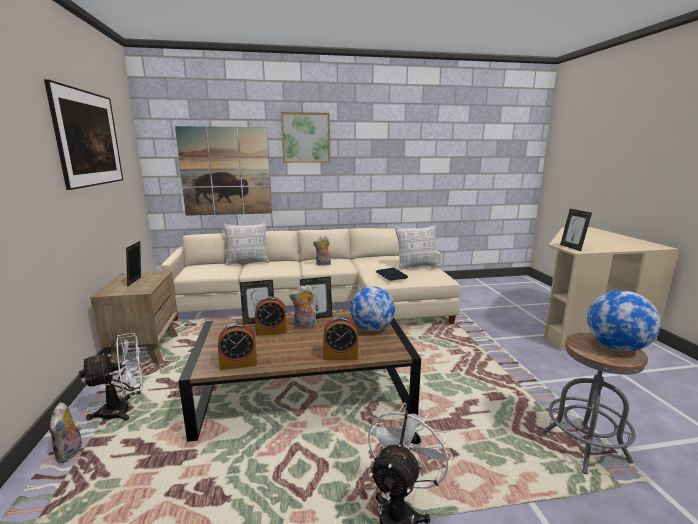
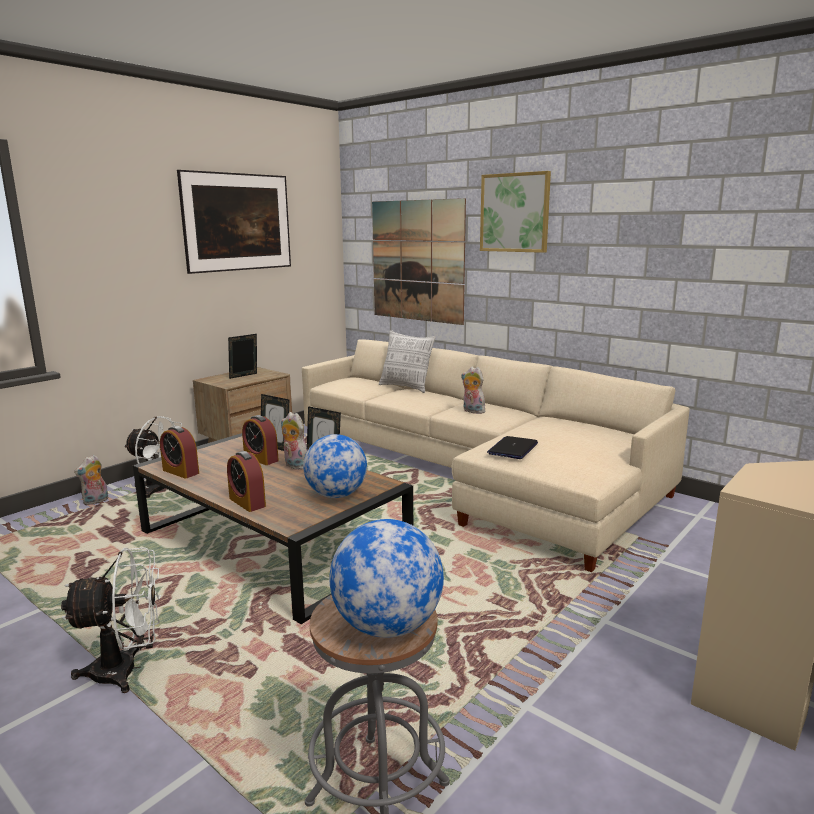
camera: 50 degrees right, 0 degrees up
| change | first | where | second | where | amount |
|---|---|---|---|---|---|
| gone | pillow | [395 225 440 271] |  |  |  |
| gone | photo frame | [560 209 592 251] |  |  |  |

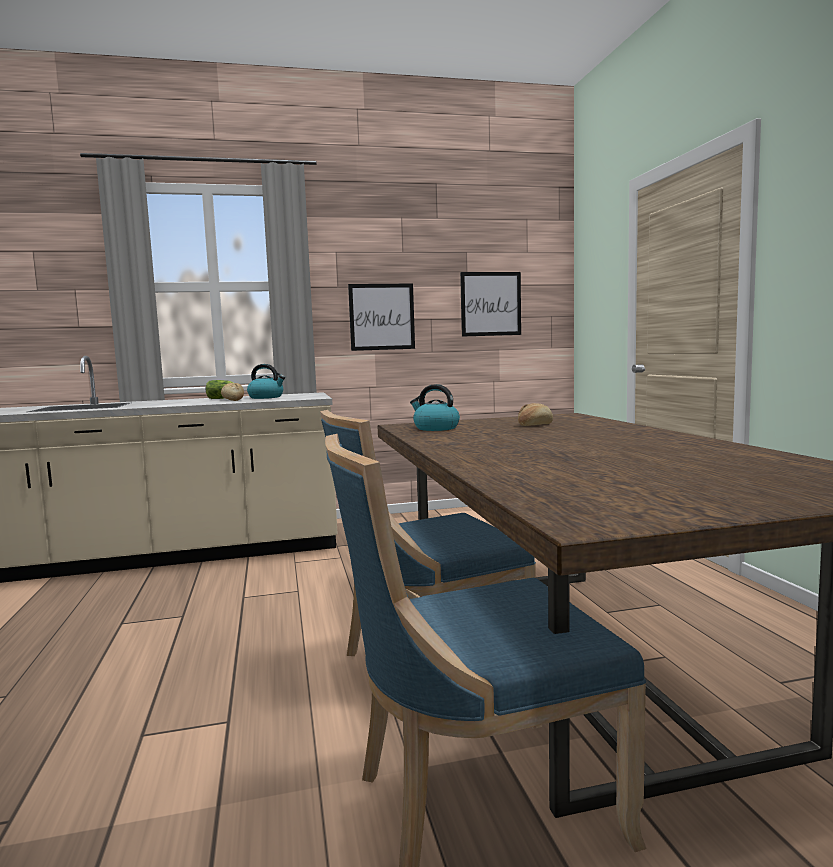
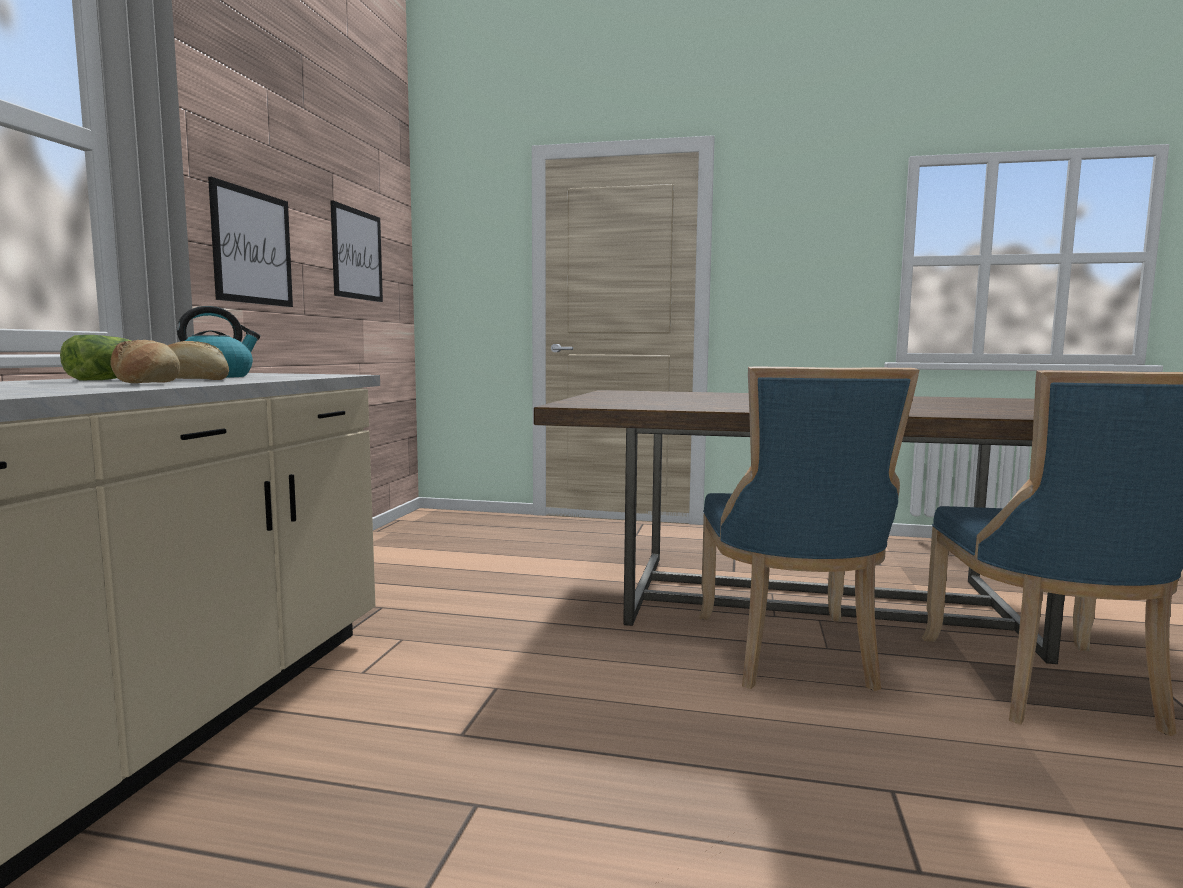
camera: 65 degrees left, 0 degrees up
| change | first | where | second | where | amount |
|---|---|---|---|---|---|
| gone | tea kettle | [410 384 460 431] |  |  |  |
| shifted | baked bread | [518 403 553 426] |  | [111 340 180 383] |  |

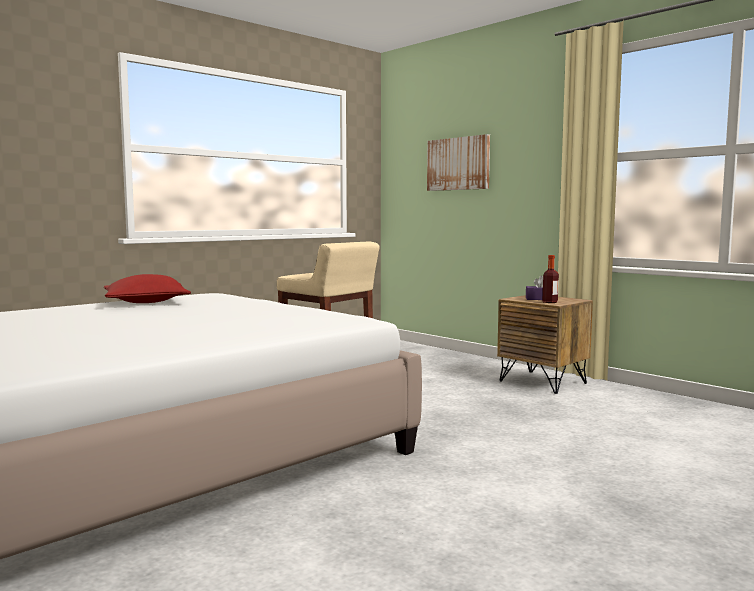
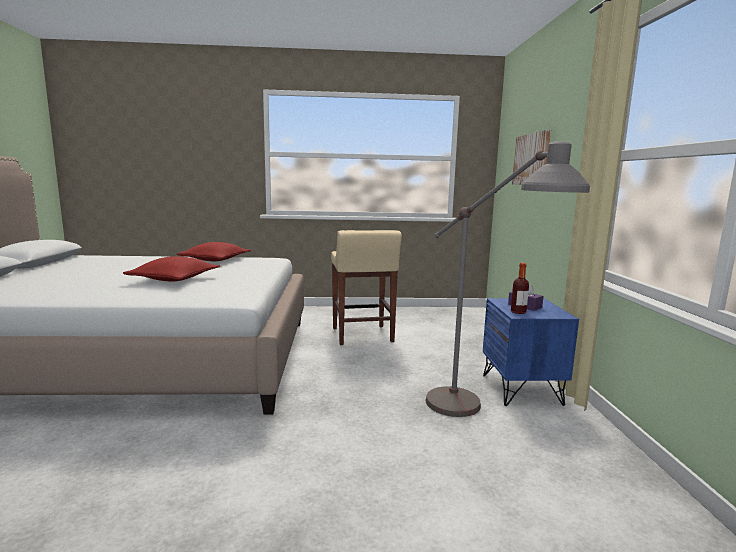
camera: 40 degrees right, 5 degrees up
| change | first | where | second | where | amount |
|---|---|---|---|---|---|
| repainted | brown-coloured night table | [497 295 593 394] | blue night table | [483 298 579 406] |  |
| new |  |  | red-coloured pillow | [123 256 220 282] |  |
| new |  |  | gray standard lamp | [425 141 590 417] |  |

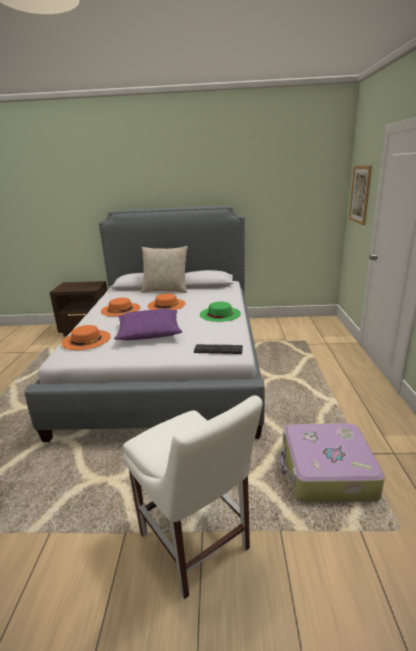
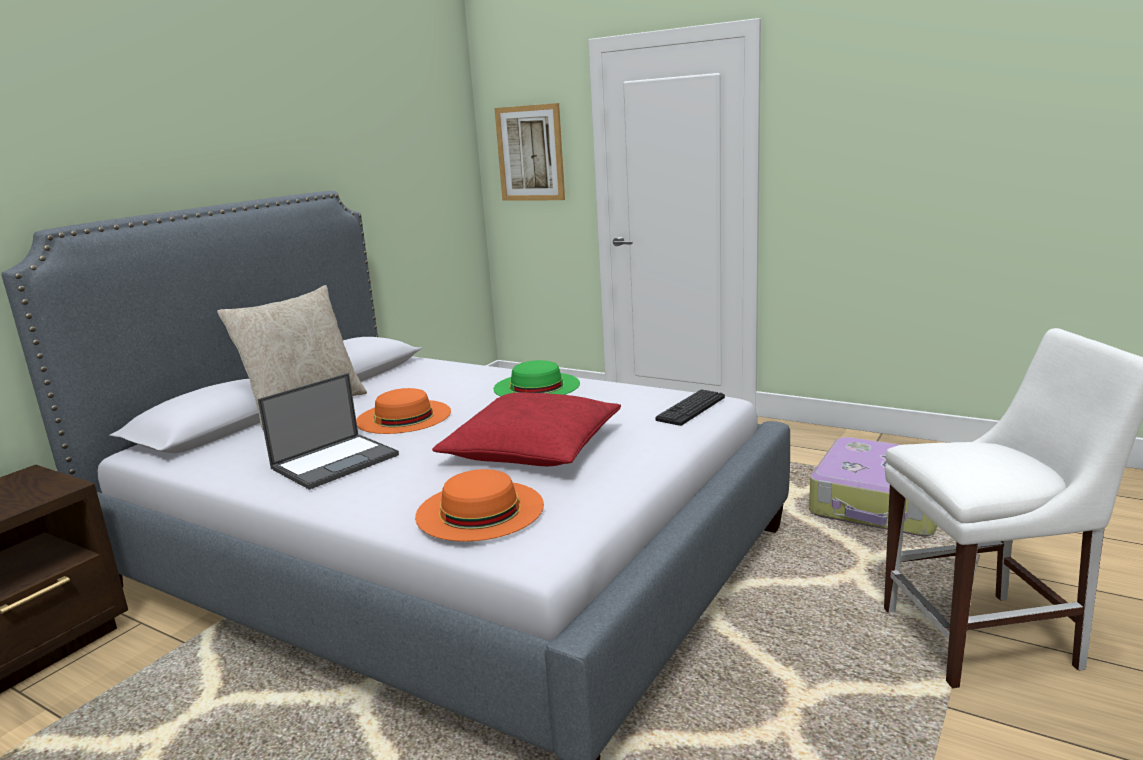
camera: 60 degrees left, 5 degrees down
| change | first | where | second | where | amount |
|---|---|---|---|---|---|
| swapped | orange-coloured wearable hat | [101 298 140 316] | portable computer | [258 373 399 490] |  |
| repainted | purple-coloured pillow | [114 309 183 340] | red-coloured pillow | [432 392 621 466] |  |

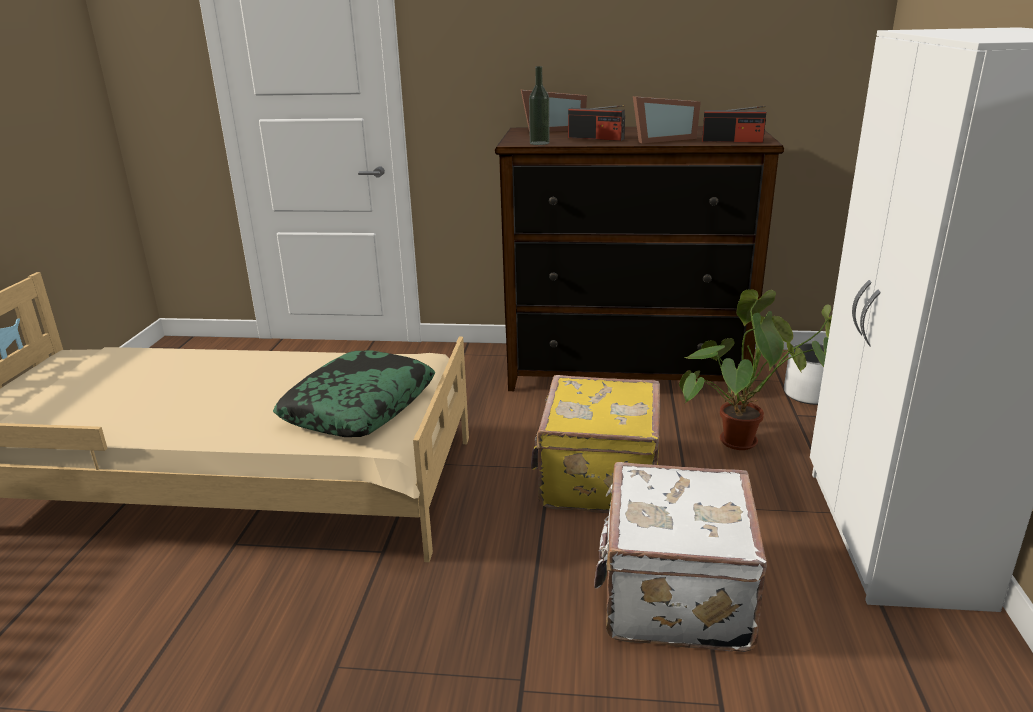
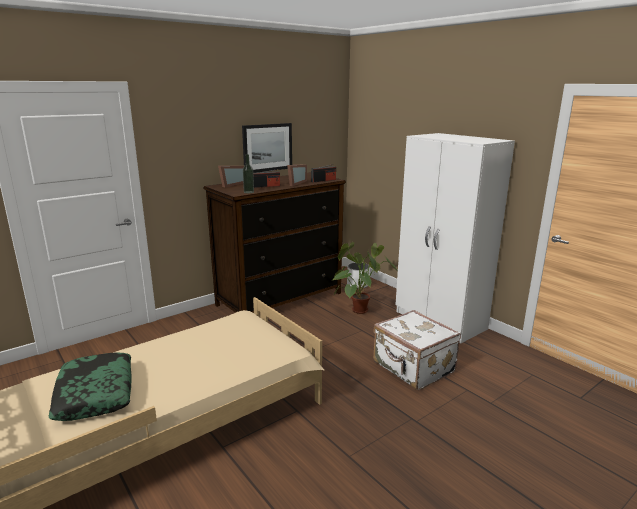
camera: 45 degrees left, 5 degrees down
| change | first | where | second | where | amount |
|---|---|---|---|---|---|
| shifted | pillow | [273 350 435 437] |  | [49 352 132 421] |  |
| gone | yellow-coloured piece of luggage | [531 375 660 513] |  |  |  |
| new |  |  | picture | [242 123 292 173] |  |

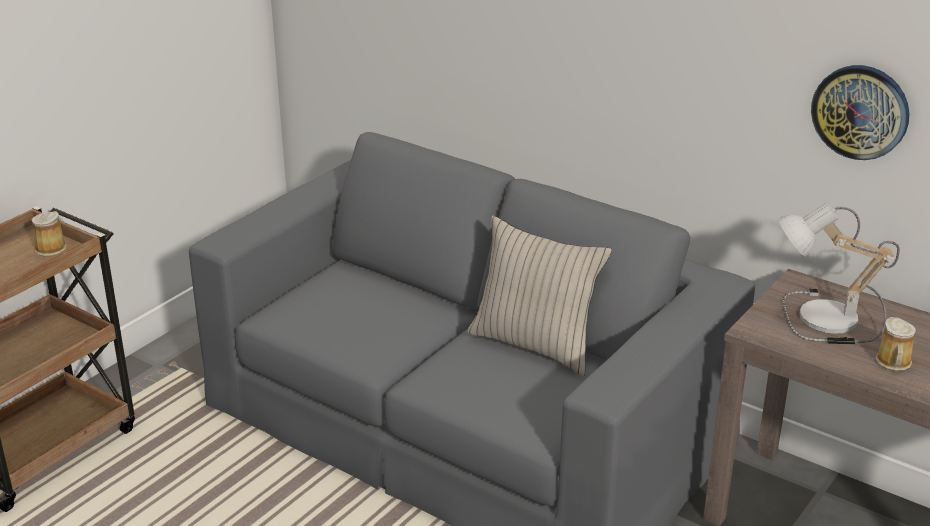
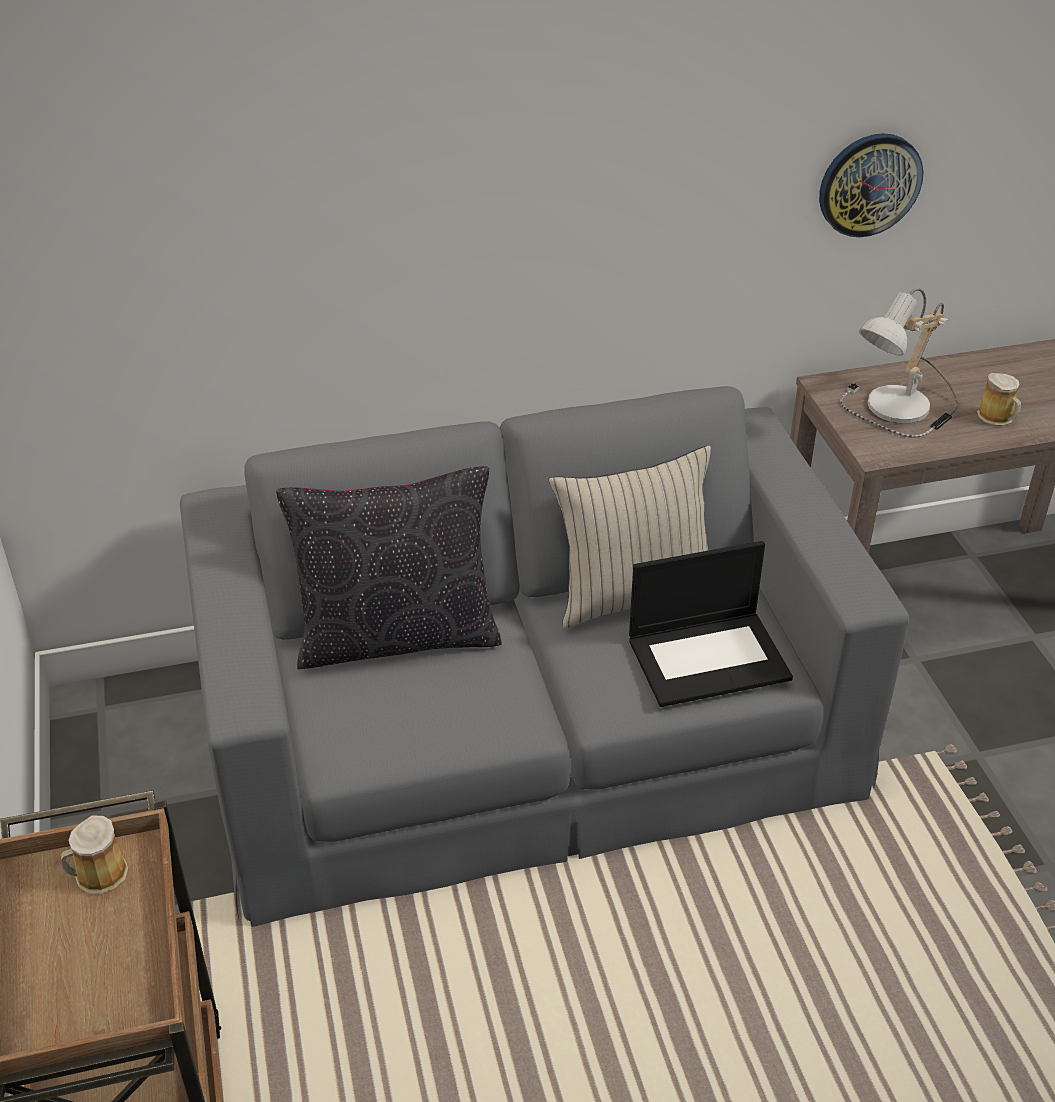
camera: 50 degrees left, 10 degrees up
| change | first | where | second | where | amount |
|---|---|---|---|---|---|
| new |  |  | blackish pillow | [276 466 502 669] |  |
| new |  |  | portable computer | [629 541 793 707] |  |

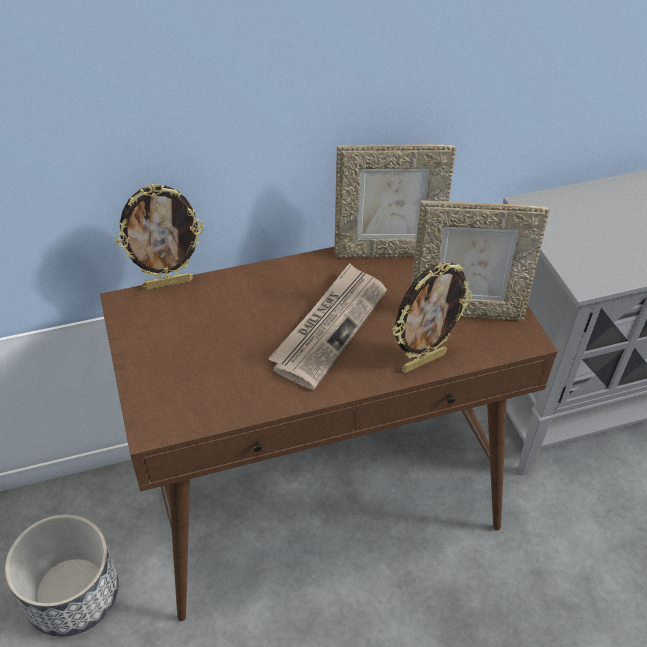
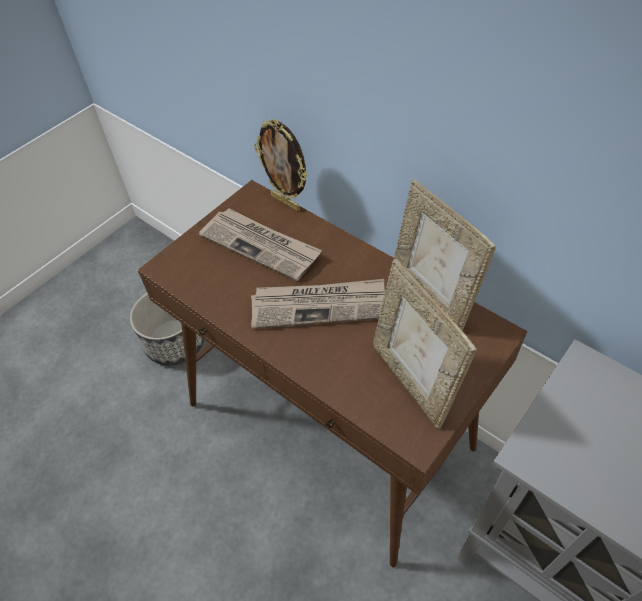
camera: 60 degrees right, 5 degrees up
| change | first | where | second | where | amount |
|---|---|---|---|---|---|
| gone | photo frame | [392 262 473 373] |  |  |  |
| new |  |  | printed paper | [199 208 322 281] |  |

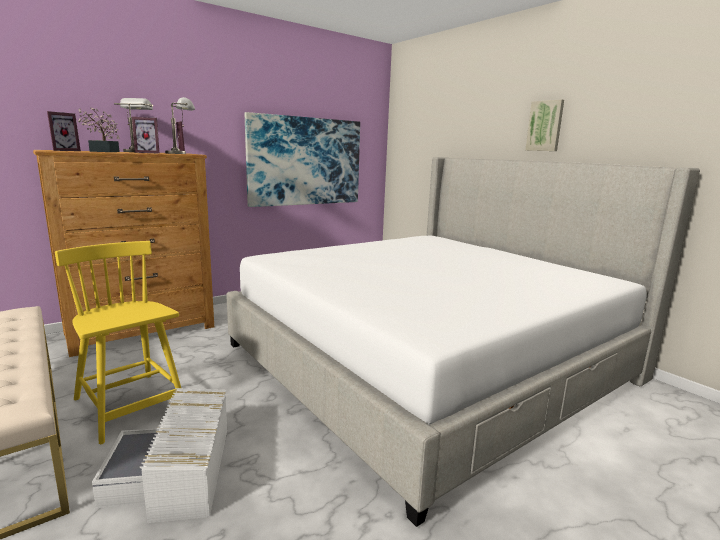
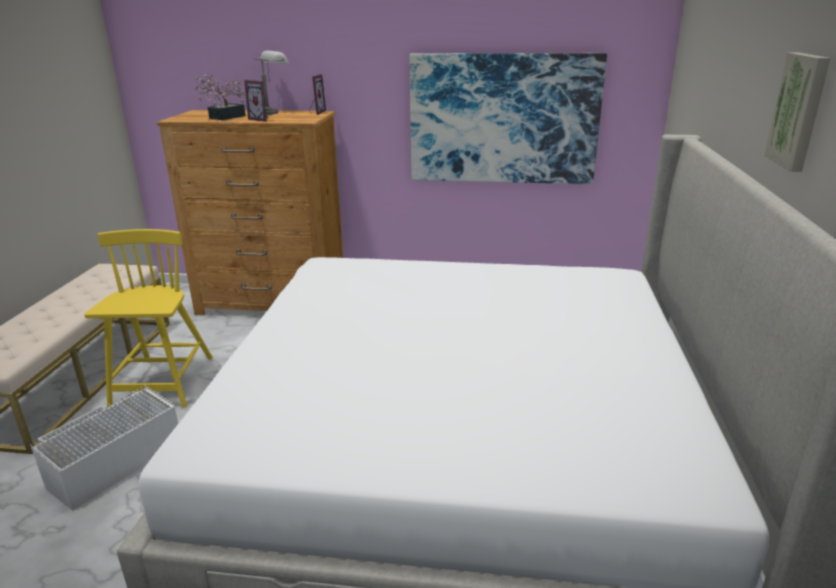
camera: 45 degrees right, 10 degrees up
| change | first | where | second | where | amount |
|---|---|---|---|---|---|
| gone | photo frame | [47 111 81 151] |  |  |  |
| gone | gray tabletop lamp | [165 97 195 154] |  |  |  |

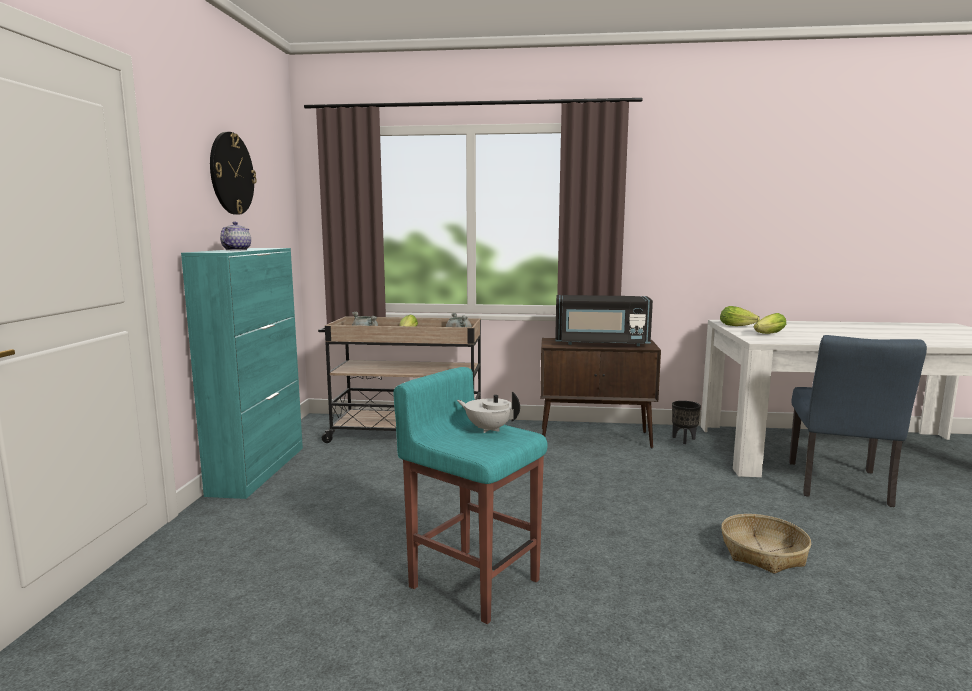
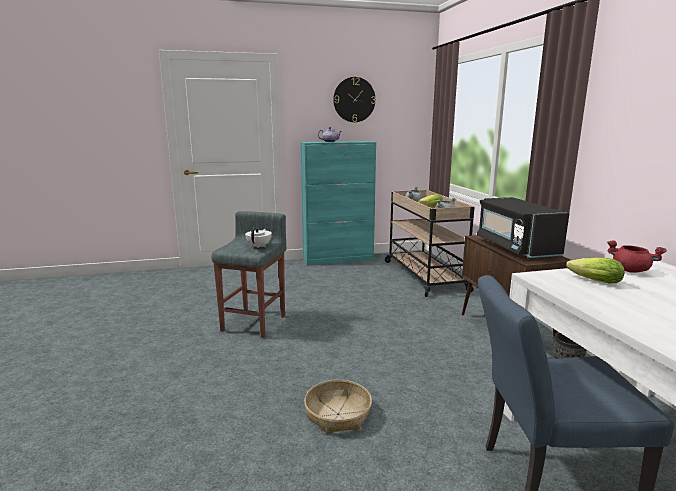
camera: 70 degrees right, 5 degrees up
| change | first | where | second | where | amount |
|---|---|---|---|---|---|
| repainted | blue-green sitting stool | [394 367 548 624] | gray sitting stool | [212 211 286 338] |  |
| swapped | lettuce head | [720 306 760 326] | red-coloured saucepot | [607 240 667 273] |  |

